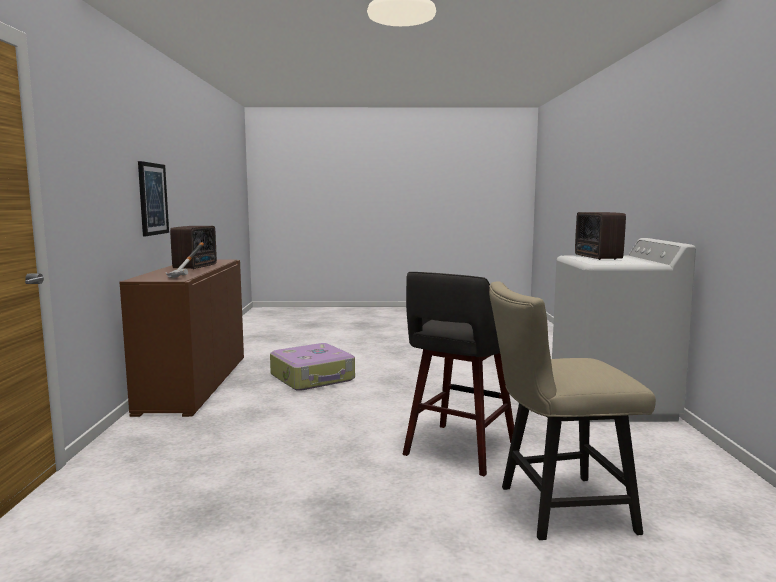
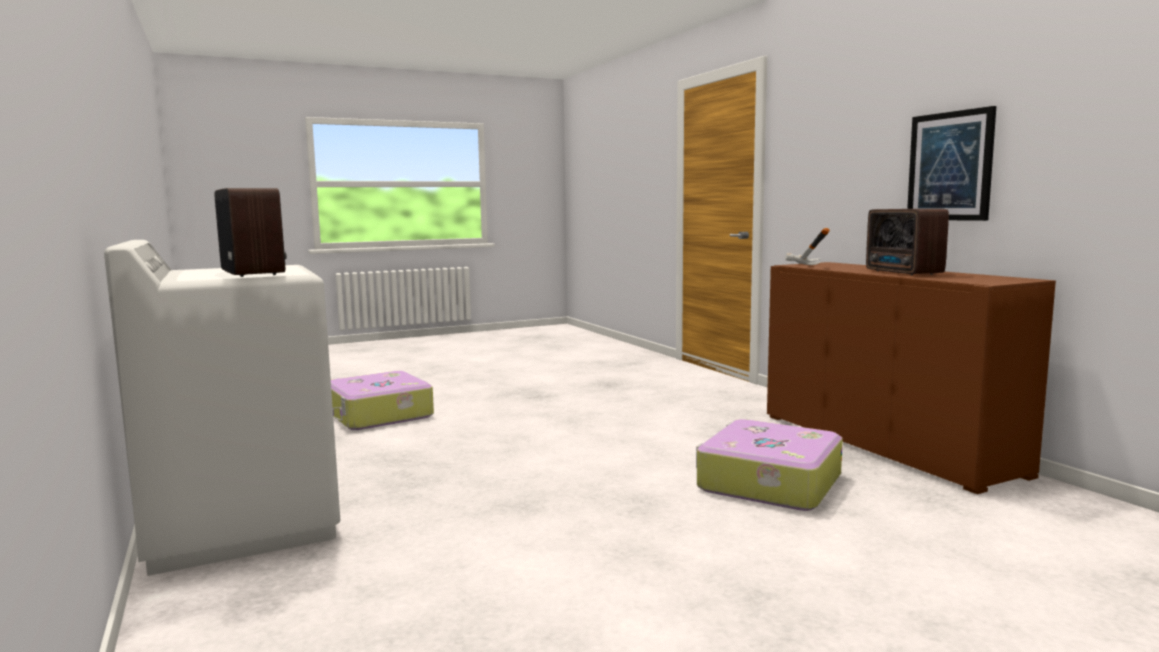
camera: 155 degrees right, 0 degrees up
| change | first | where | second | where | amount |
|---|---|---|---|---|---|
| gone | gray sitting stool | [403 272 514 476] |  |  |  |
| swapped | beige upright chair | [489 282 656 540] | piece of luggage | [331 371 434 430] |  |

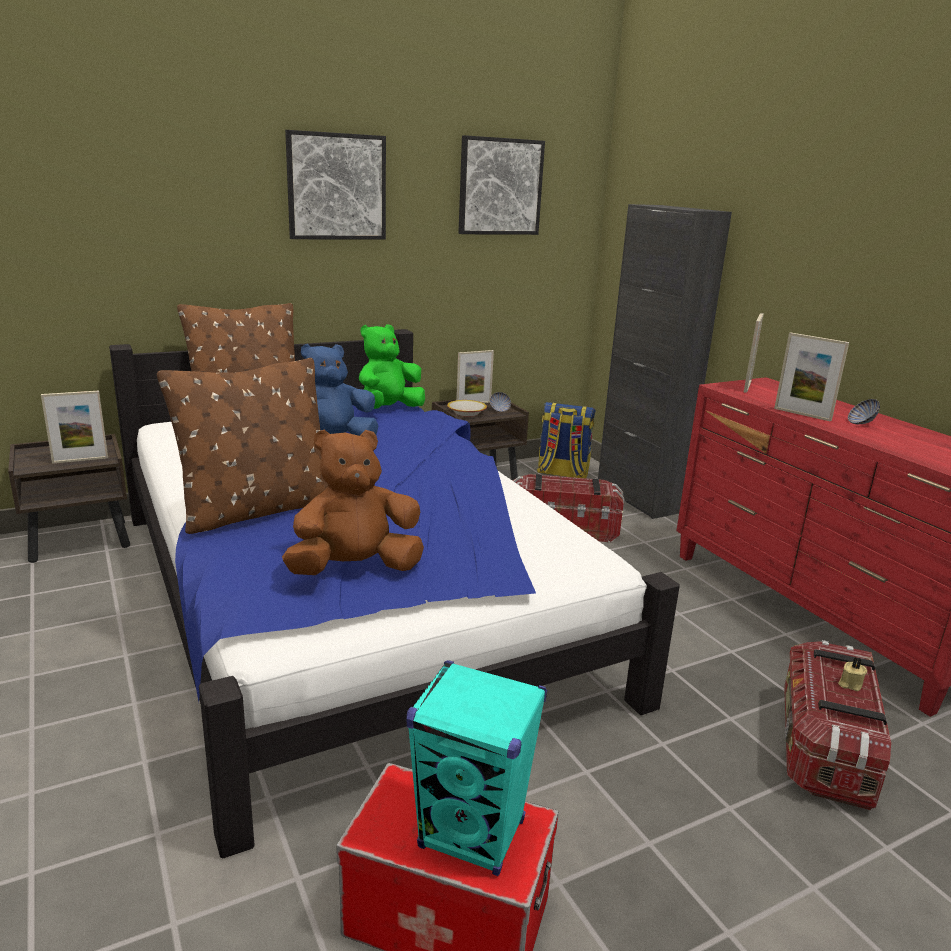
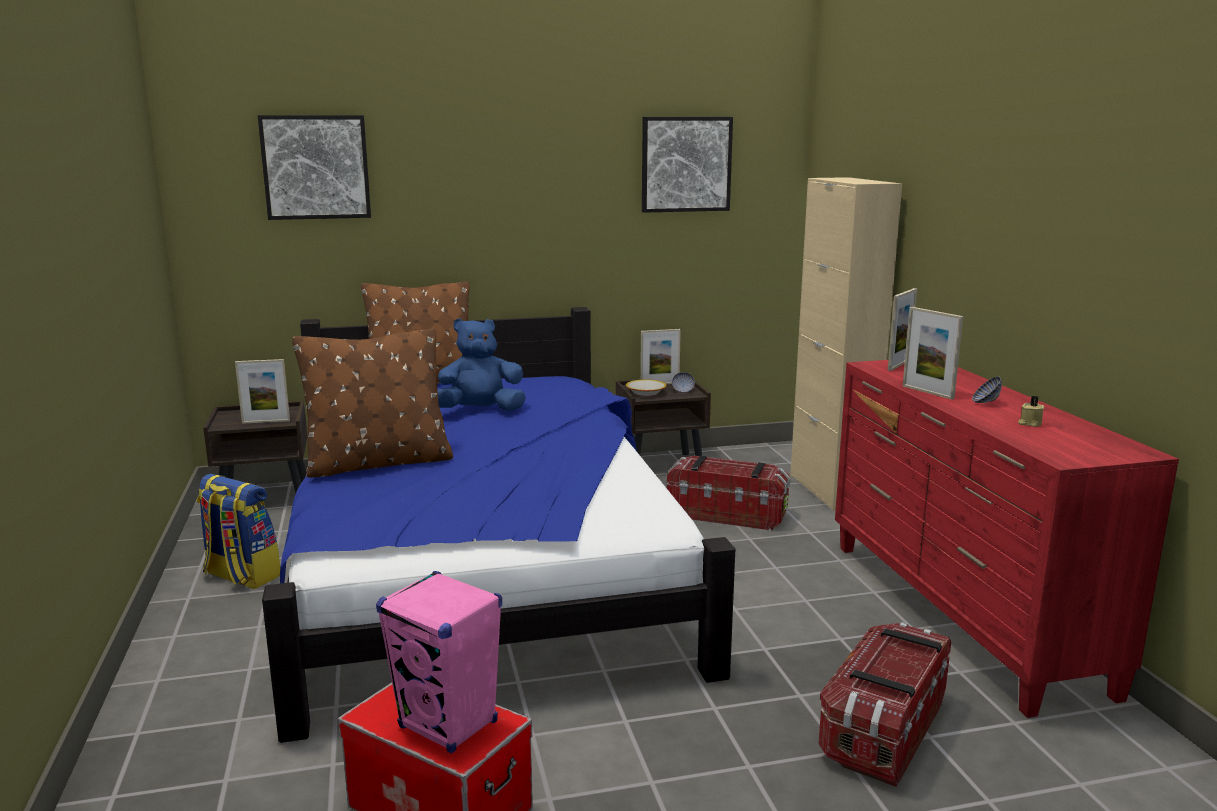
camera: 15 degrees right, 5 degrees down
| change | first | where | second | where | amount |
|---|---|---|---|---|---|
| gone | brown-coloured cuddly toy | [282 430 424 575] |  |  |  |
| shifted | picture | [285 130 386 239] |  | [258 115 371 220] |  |
| gone | green-coloured cuddly toy | [359 324 425 409] |  |  |  |
| repainted | blue-green speaker | [406 660 547 876] | pink-coloured speaker | [376 571 502 753] |  |
| shifted | backpack | [537 402 595 478] |  | [197 474 280 589] |  |
| repainted | blackish storage cabinet | [598 204 732 519] | beige storage cabinet | [790 177 902 511] |  |
| shifted | beige wax candle | [838 657 867 691] |  | [1018 396 1045 427] |  |

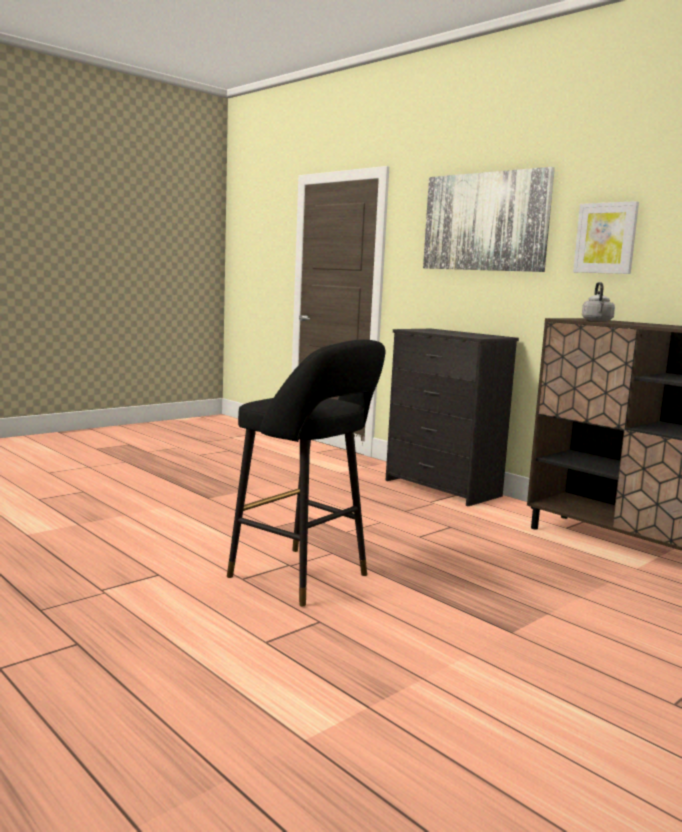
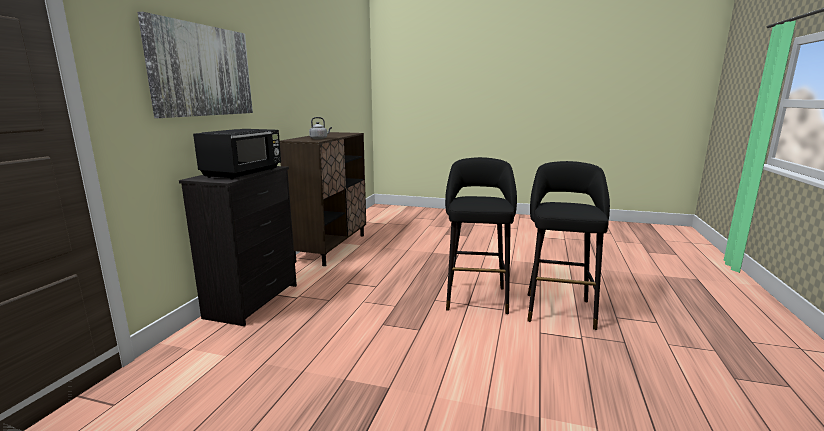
camera: 120 degrees left, 5 degrees up
| change | first | where | second | where | amount |
|---|---|---|---|---|---|
| gone | picture | [573 201 639 274] |  |  |  |
| new |  |  | blackish microwave | [193 129 281 179] |  |
| new |  |  | blackish sitting stool | [527 161 610 330] |  |

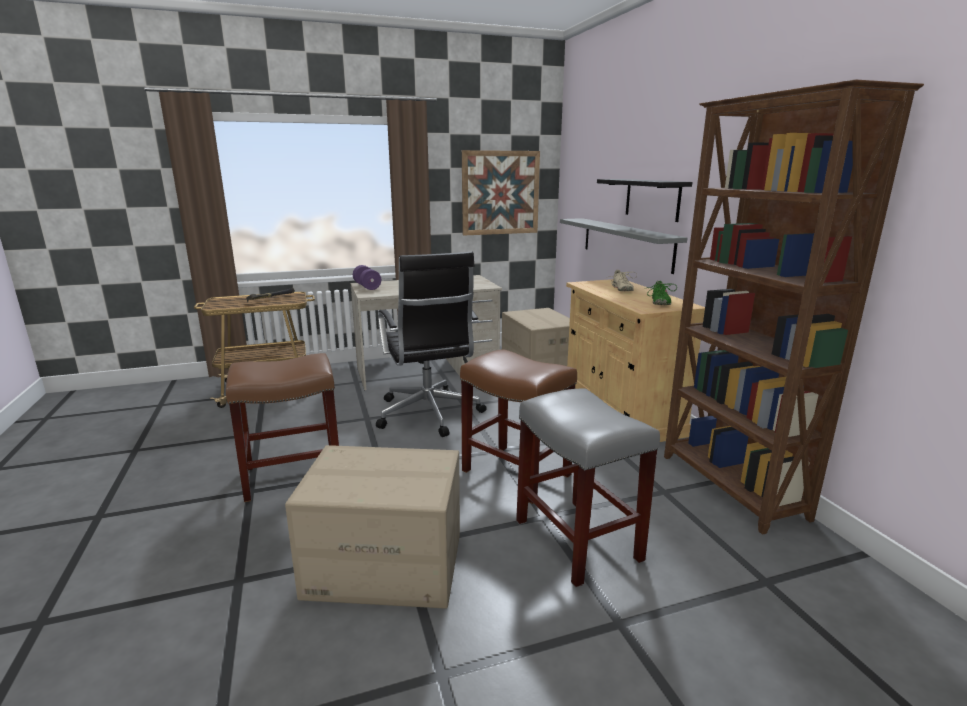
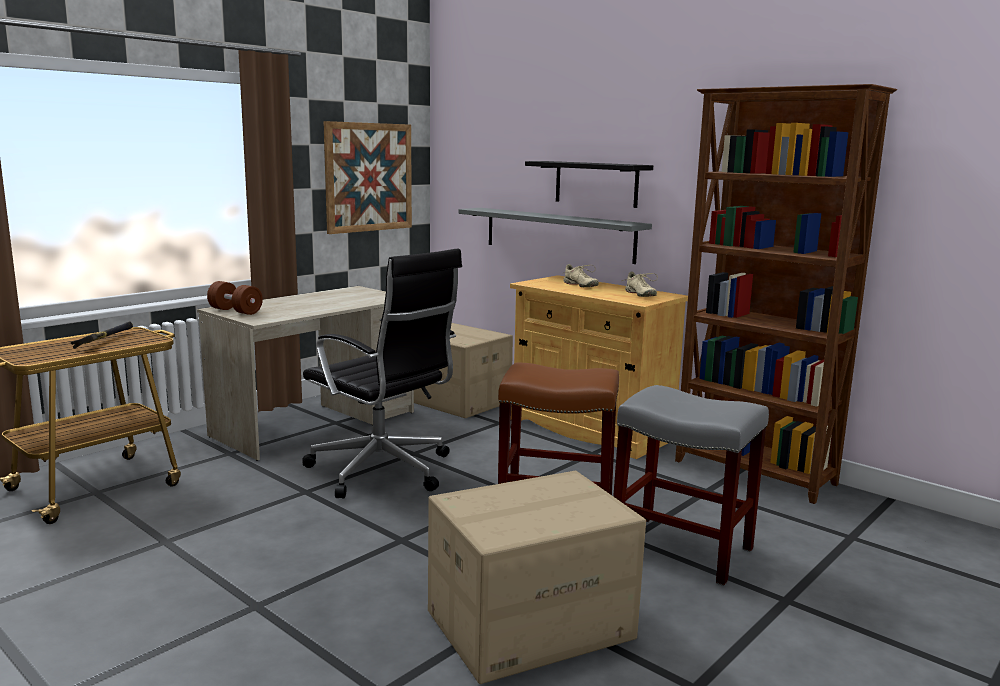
camera: 30 degrees left, 5 degrees down
| change | first | where | second | where | amount |
|---|---|---|---|---|---|
| gone | brown-coloured sitting stool | [226 353 339 502] |  |  |  |
| repainted | purple-coloured dumbbell | [353 265 381 290] | brown-coloured dumbbell | [207 281 263 315] |  |
| repainted | green-coloured low shoe | [644 281 677 305] | beige low shoe | [622 271 658 297] |  |

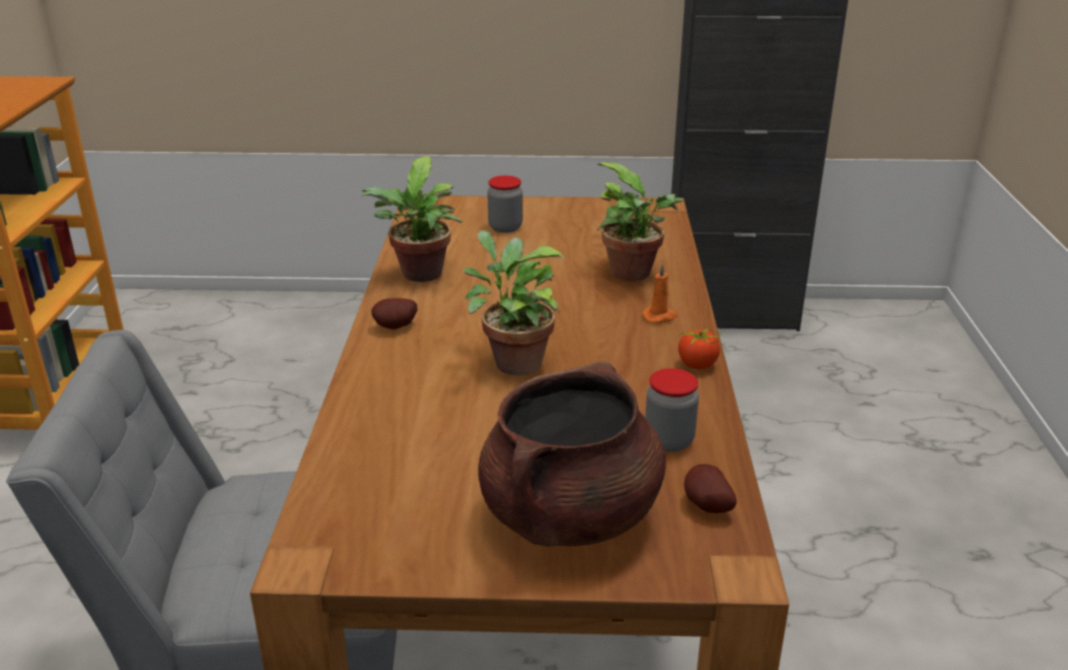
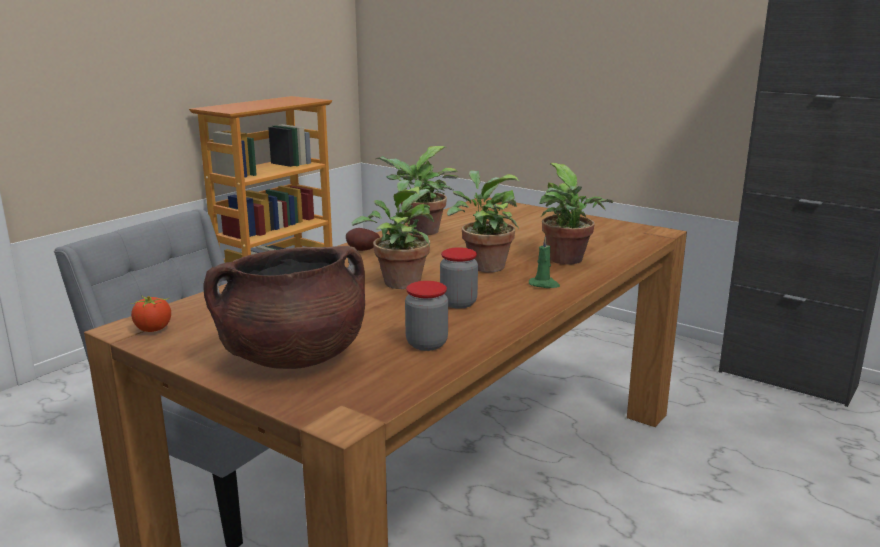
camera: 35 degrees right, 10 degrees down
| change | first | where | second | where | amount |
|---|---|---|---|---|---|
| shifted | preserve jar | [487 175 523 233] |  | [440 247 478 309] |  |
| repainted | orange-coloured wax candle | [642 263 678 323] | green-coloured wax candle | [529 236 560 288] |  |
| shifted | fresh tomato | [678 327 723 369] |  | [130 296 171 332] |  |
| gone | potato | [684 464 737 513] |  |  |  |
| new |  |  | potted plant | [447 170 519 272] |  |

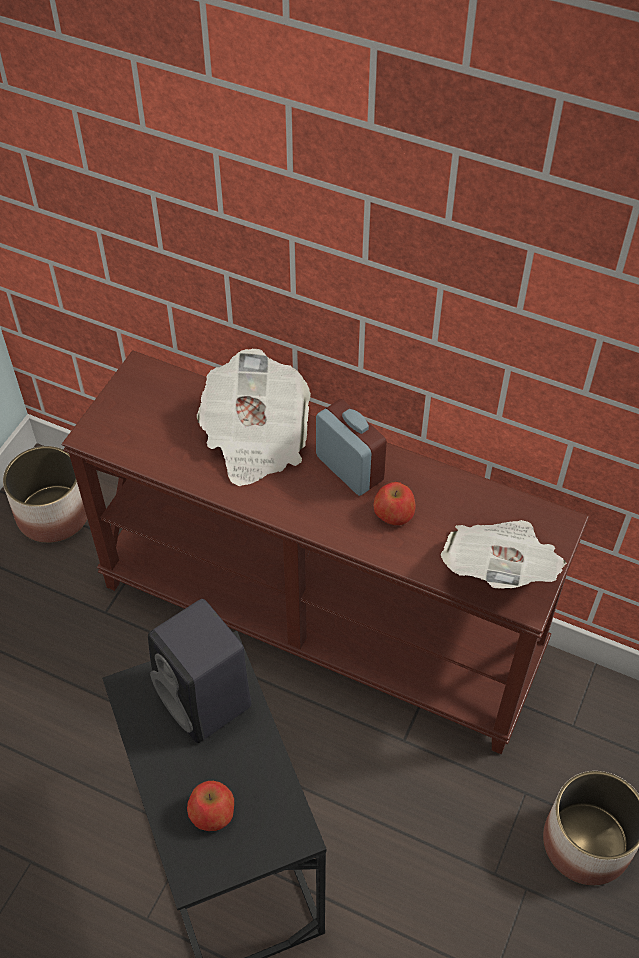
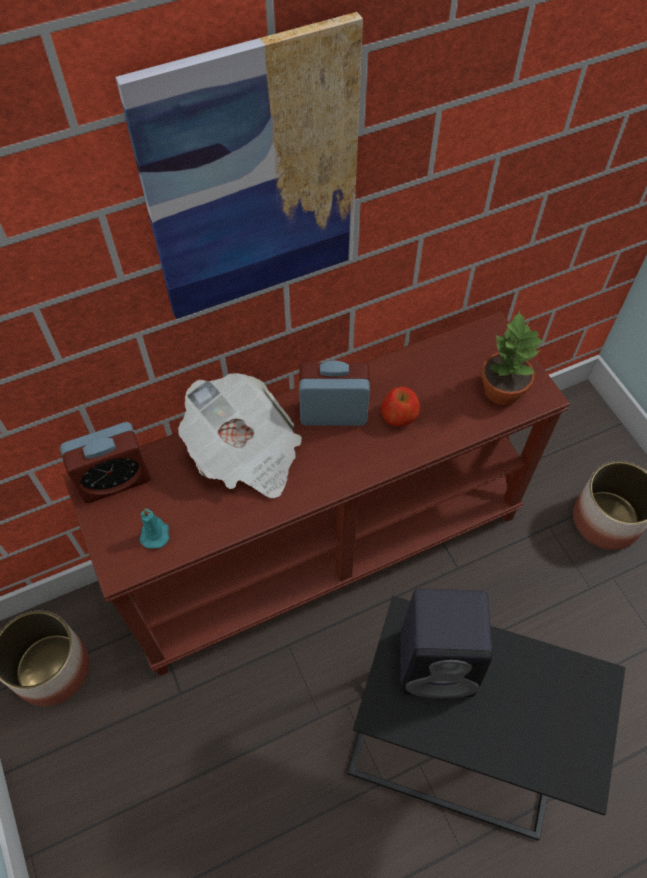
camera: 50 degrees left, 5 degrees up
| change | first | where | second | where | amount |
|---|---|---|---|---|---|
| gone | whole apple | [187 781 234 831] |  |  |  |
| swapped | printed paper | [440 520 567 589] | potted plant | [481 311 544 405] |  |
| new |  |  | alarm clock | [60 422 151 503] |  |
| new |  |  | picture | [116 12 363 319] |  |
| new |  |  | blue-green wax candle | [140 508 169 549] |  |

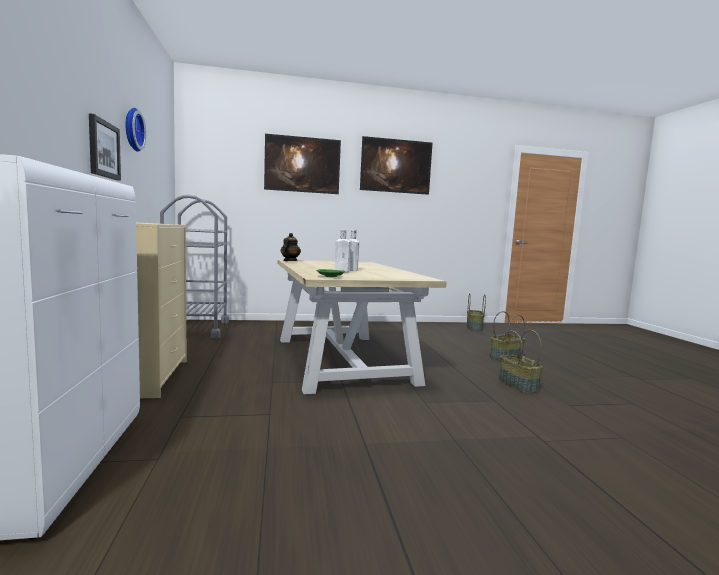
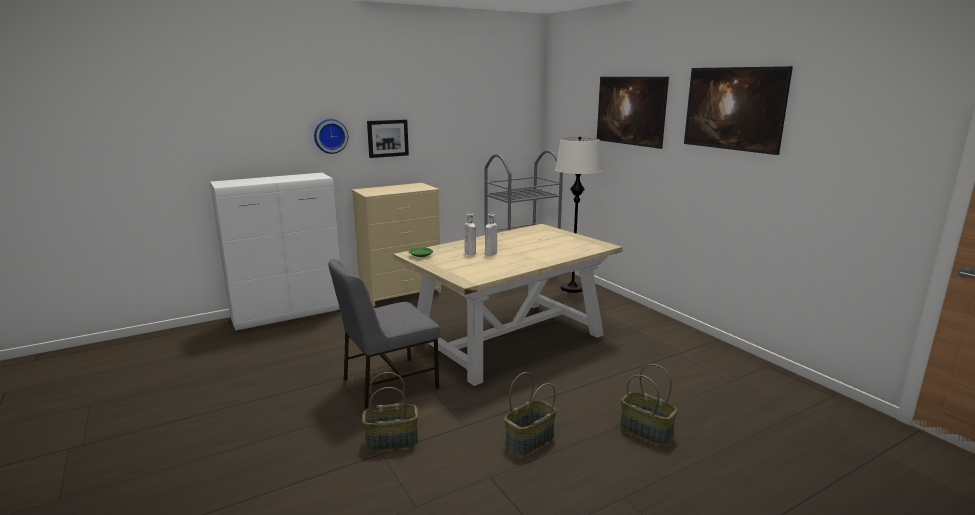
camera: 70 degrees right, 10 degrees up
| change | first | where | second | where | amount |
|---|---|---|---|---|---|
| shifted | hanging clock | [125 108 146 152] |  | [314 119 348 154] |  |
| gone | pot for tea | [281 233 301 261] |  |  |  |
| shifted | storage basket | [467 293 486 331] |  | [362 372 418 451] |  |
| new |  |  | gray upright chair | [328 259 440 409] |  |
| new |  |  | white standard lamp | [555 137 602 293] |  |

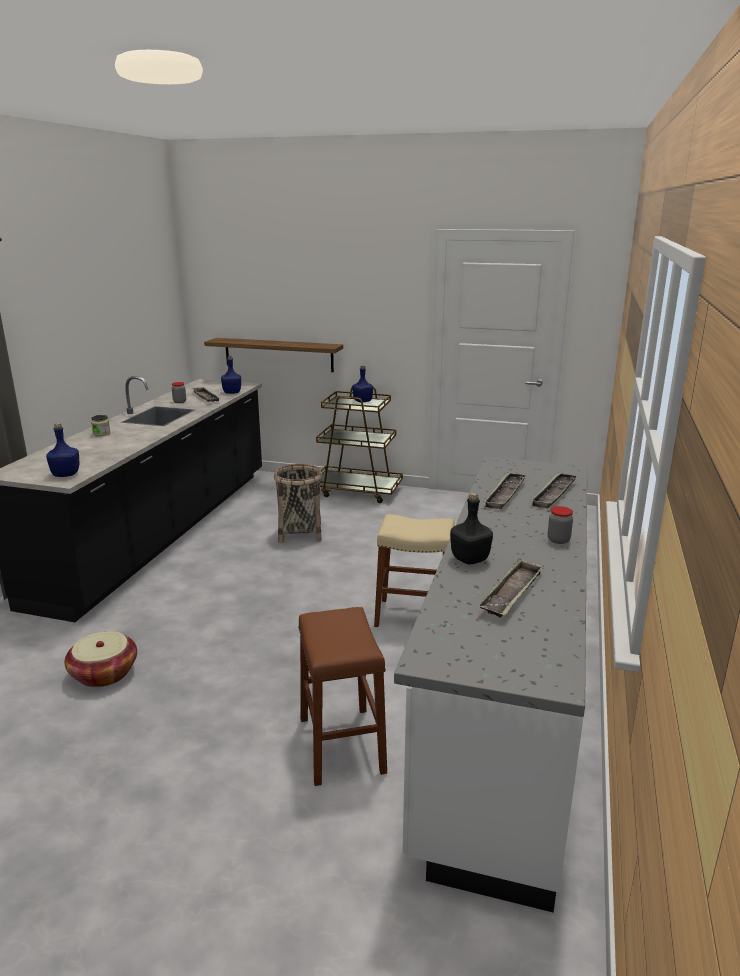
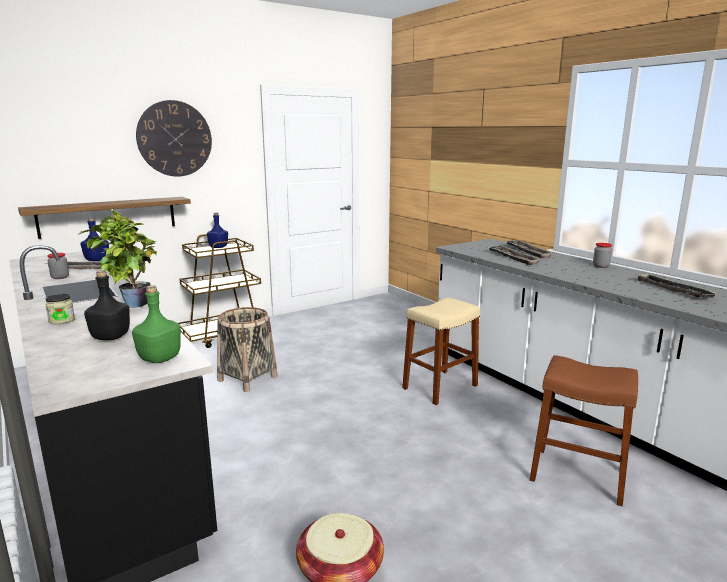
camera: 50 degrees left, 5 degrees down
| change | first | where | second | where | amount |
|---|---|---|---|---|---|
| repainted | blue bottle | [46 423 79 477] | green-coloured bottle | [132 285 181 363] |  |
| shifted | blackish bottle | [450 493 493 564] |  | [84 270 130 340] |  |
| new |  |  | potted plant | [78 210 157 308] |  |
| new |  |  | hanging clock | [136 100 212 177] |  |

